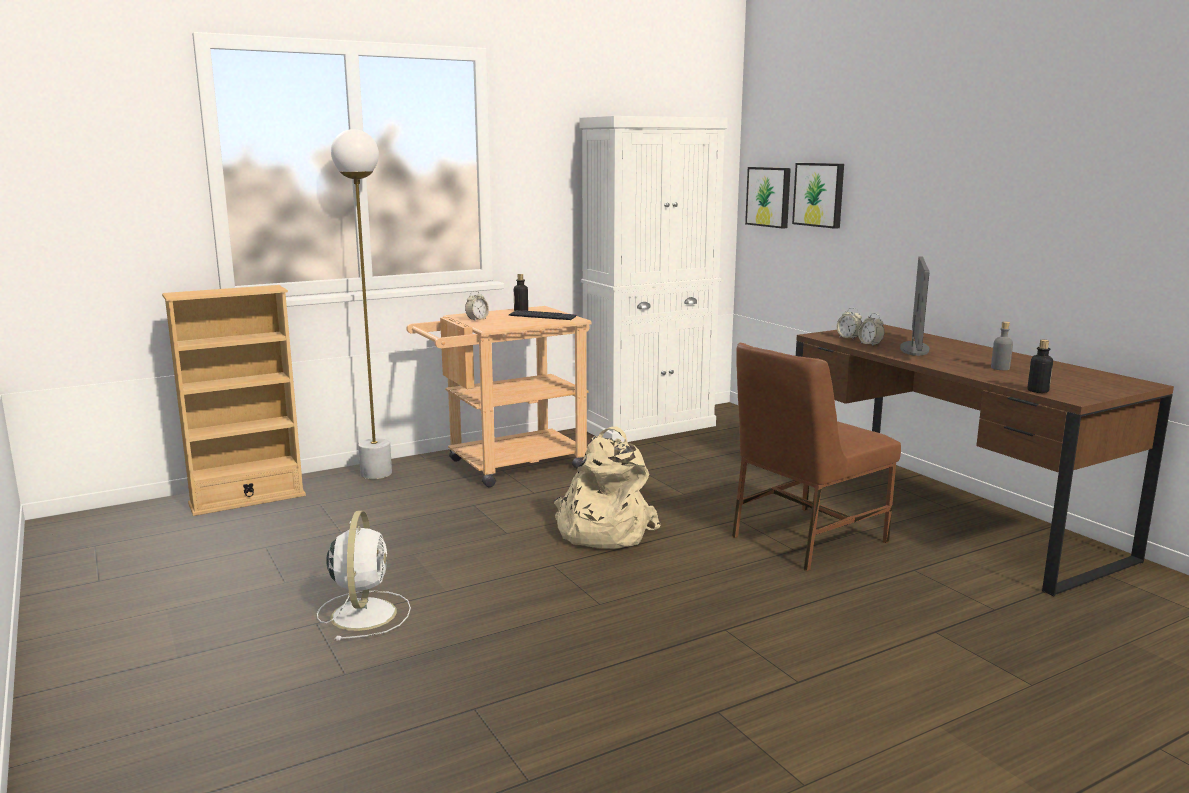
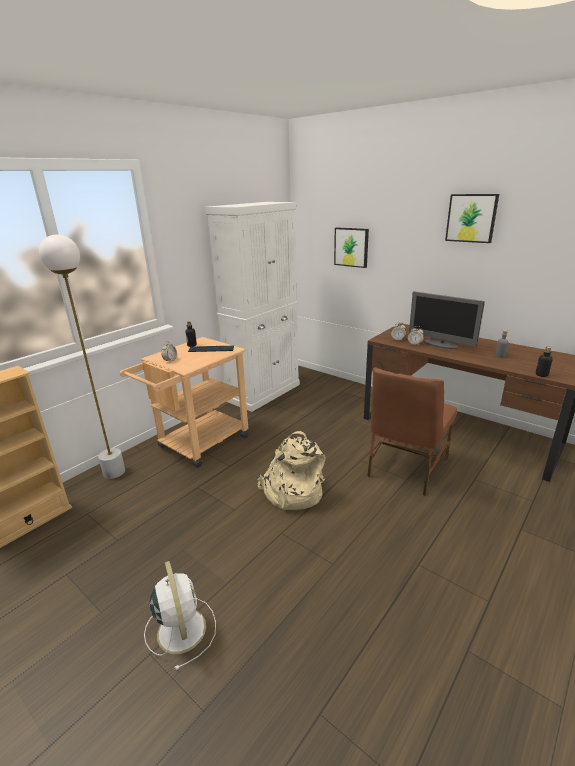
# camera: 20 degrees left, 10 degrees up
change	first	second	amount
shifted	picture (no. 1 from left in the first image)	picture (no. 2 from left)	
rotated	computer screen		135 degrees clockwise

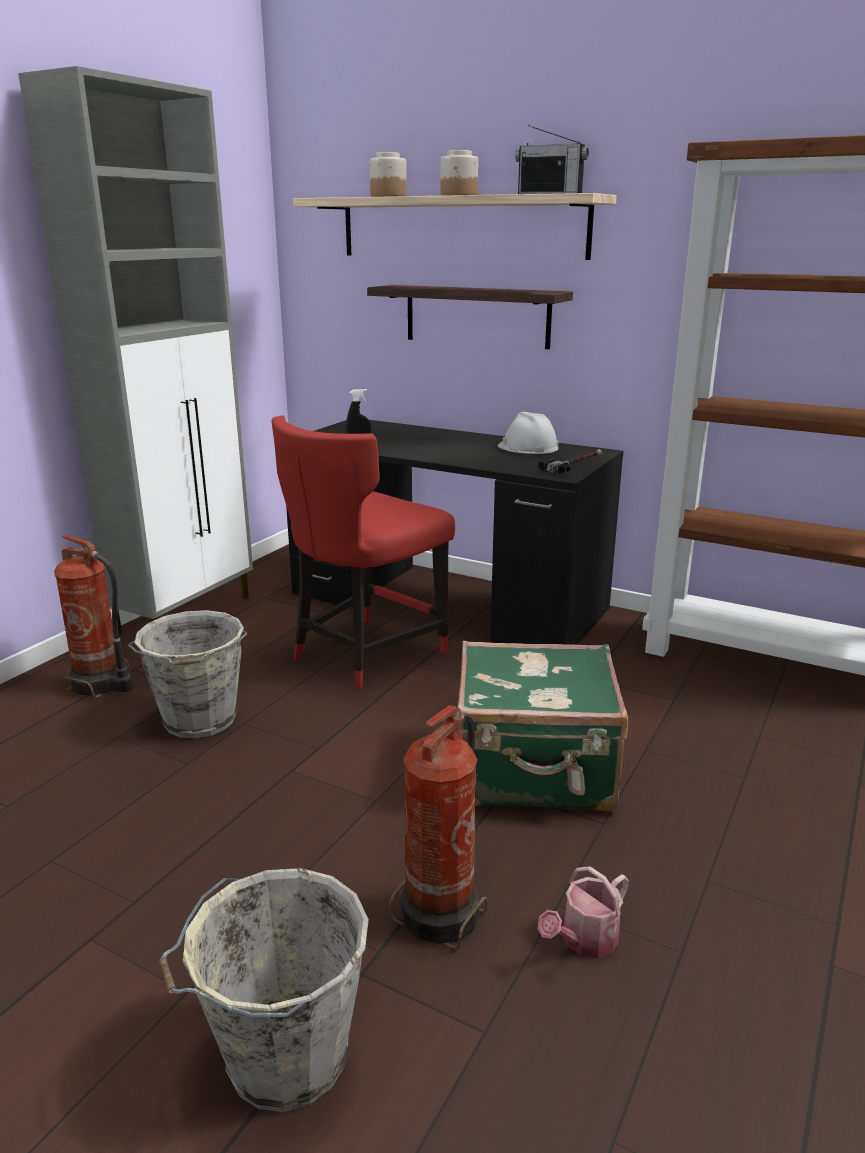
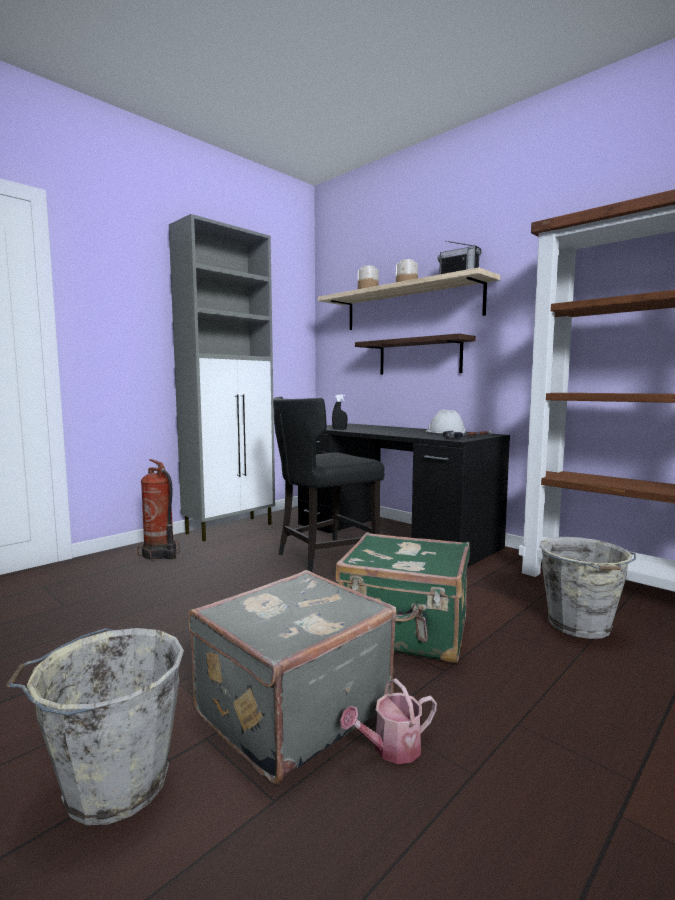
# camera: 15 degrees right, 15 degrees down
change	first	second	amount
shifted	pail/greyish (no. 1 from left in the first image)	pail/greyish (no. 2 from left)	
repainted	chair/reddish	chair/black-coloured	
swapped	fire-fighting cylinder (no. 2 from left)	travel case/greyish	

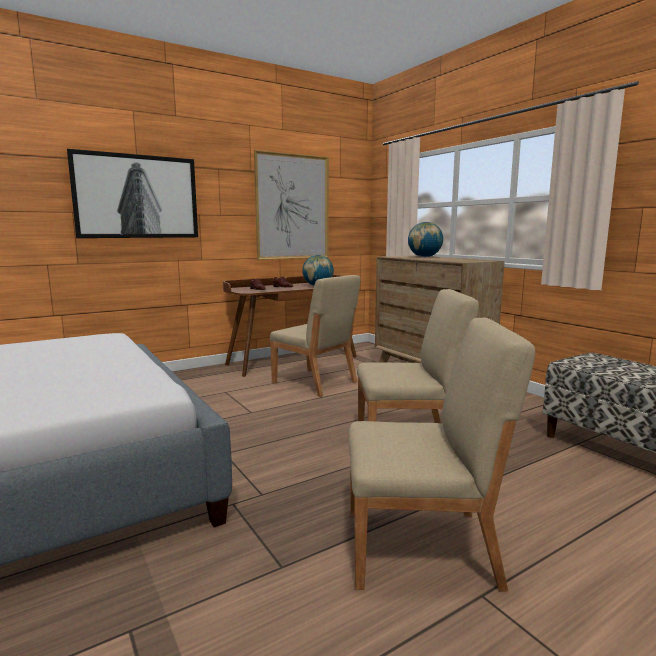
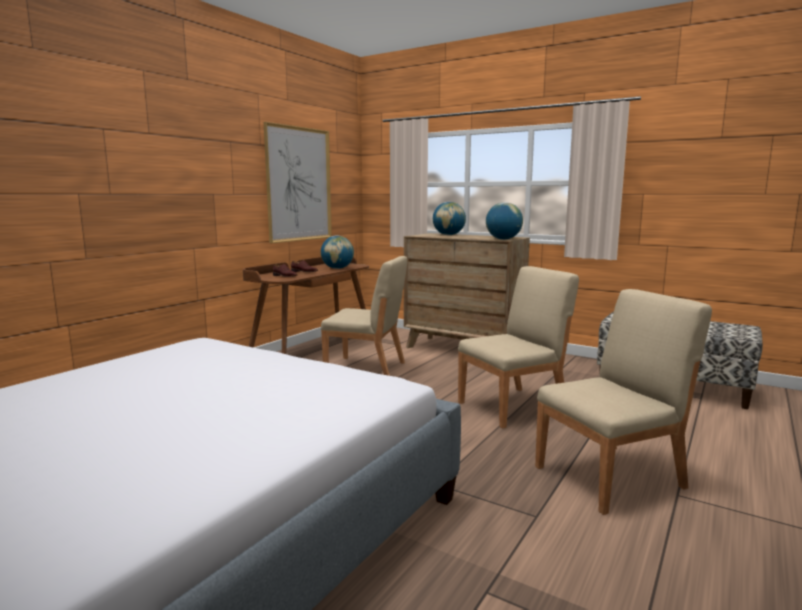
# camera: 25 degrees left, 0 degrees up
change	first	second	amount
gone	picture (no. 1 from left)		
new		world globe (no. 3 from left)	

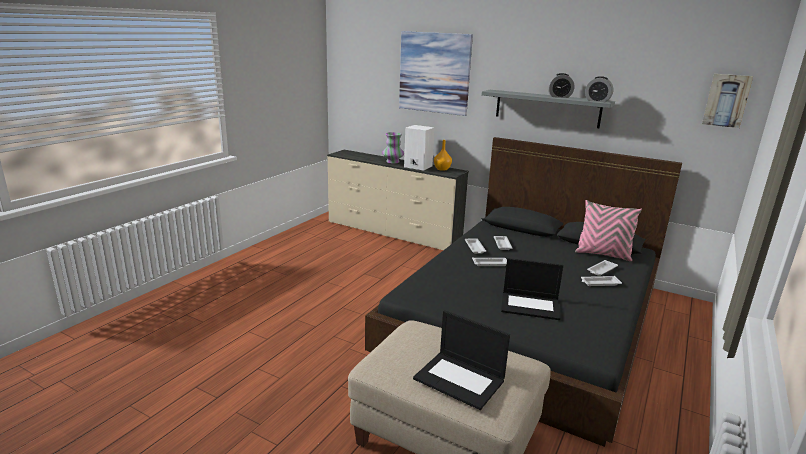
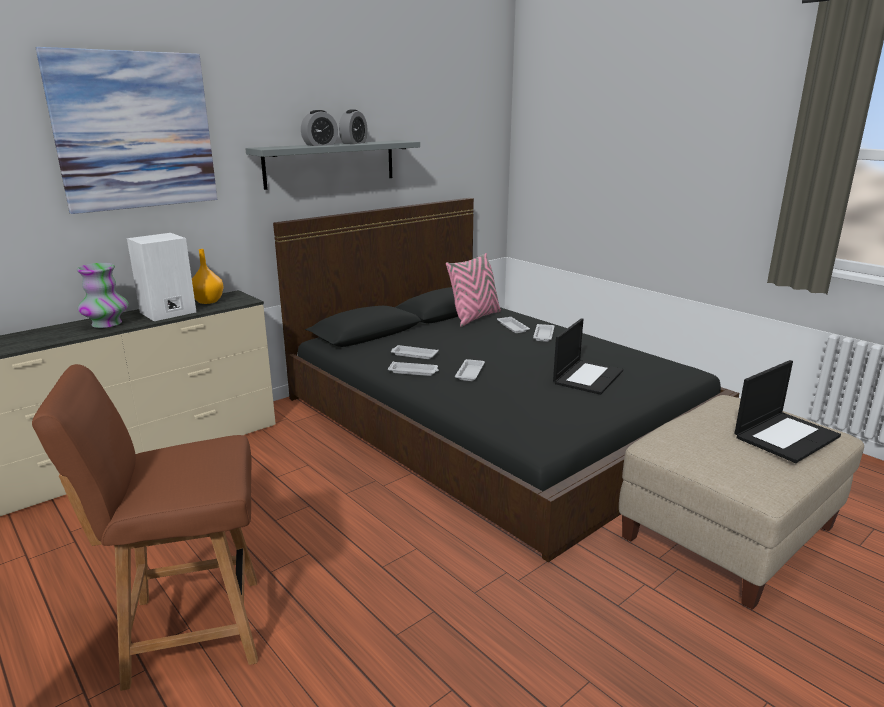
# camera: 70 degrees left, 0 degrees up
change	first	second	amount
shifted	alarm clock (no. 2 from left in the first image)	alarm clock (no. 1 from left)	
gone	picture (no. 2 from left)		
new		chair/brown-coloured	

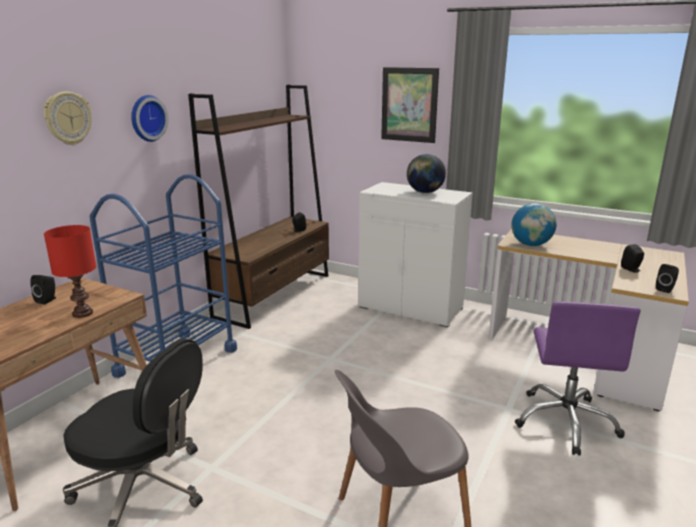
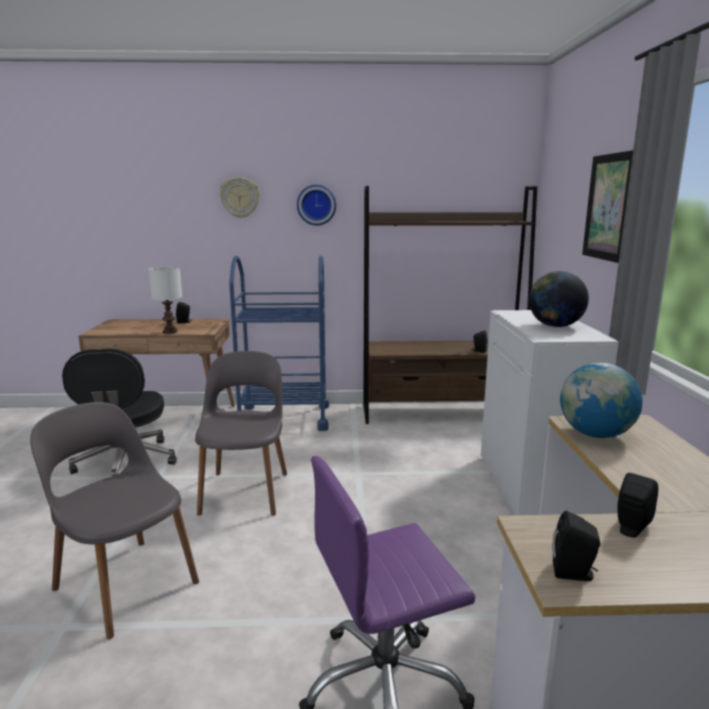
# camera: 60 degrees right, 5 degrees down
change	first	second	amount
repainted	table lamp/reddish	table lamp/white-coloured	
new		chair/greyish (no. 2 from left)	

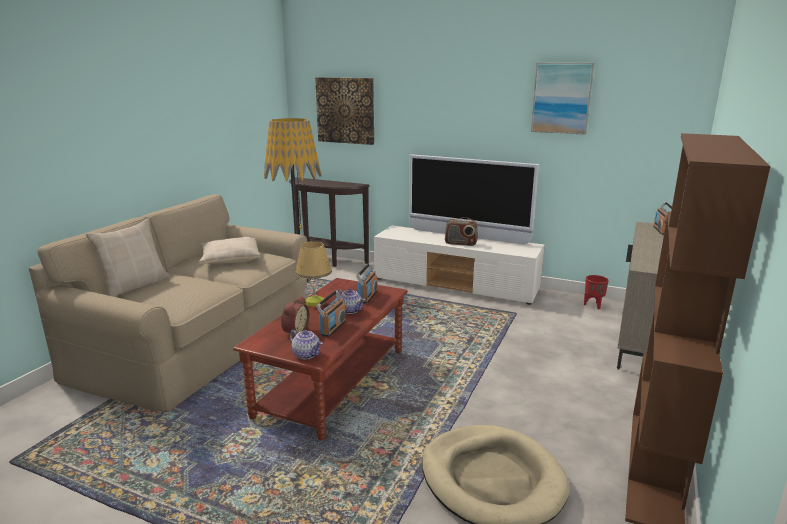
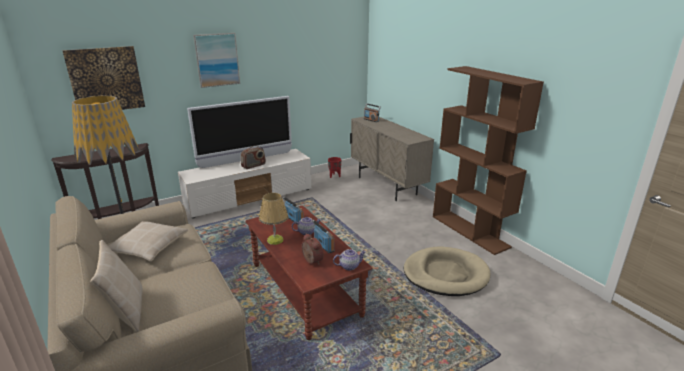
# camera: 55 degrees left, 5 degrees up
change	first	second	amount
shifted	picture (no. 2 from left)		

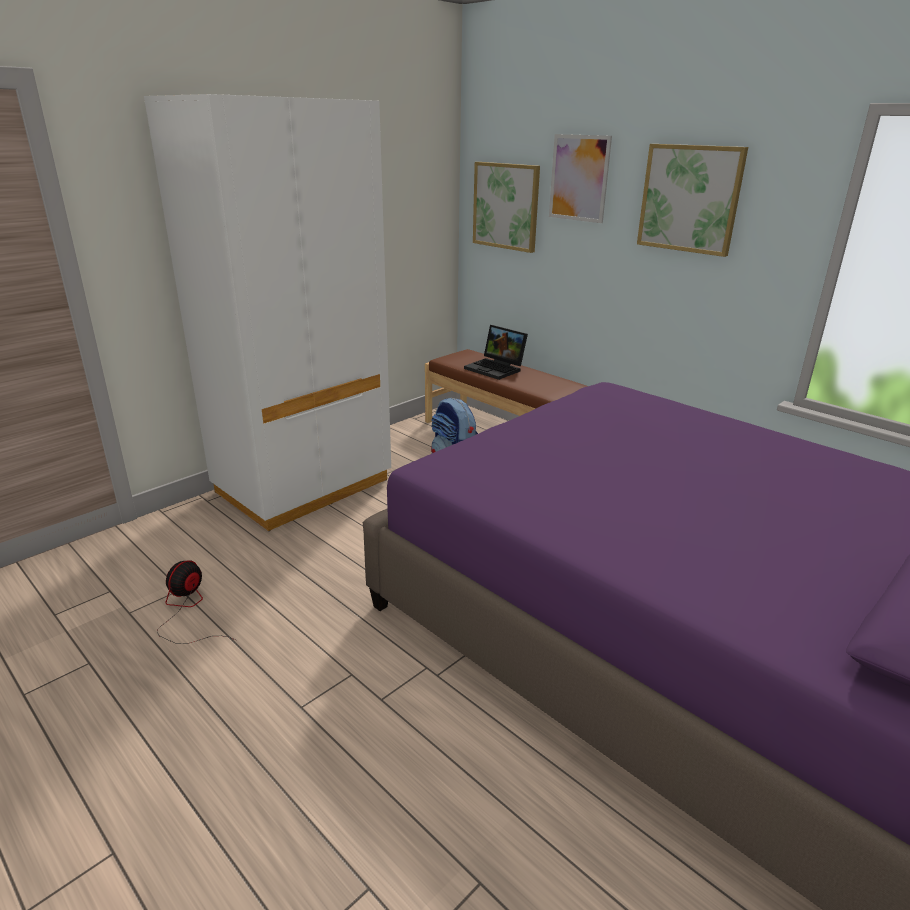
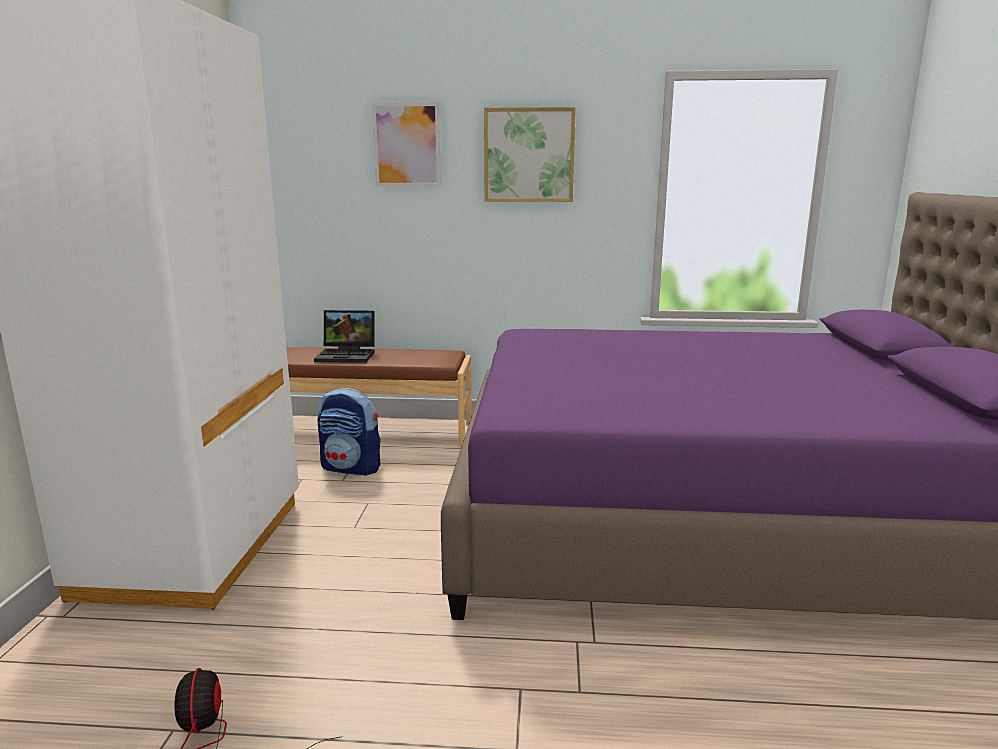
# camera: 40 degrees left, 10 degrees down
change	first	second	amount
gone	picture (no. 1 from left)		

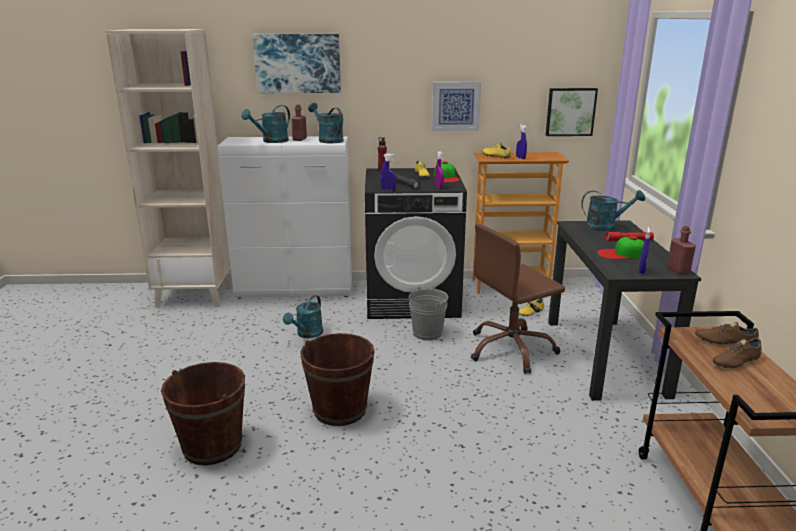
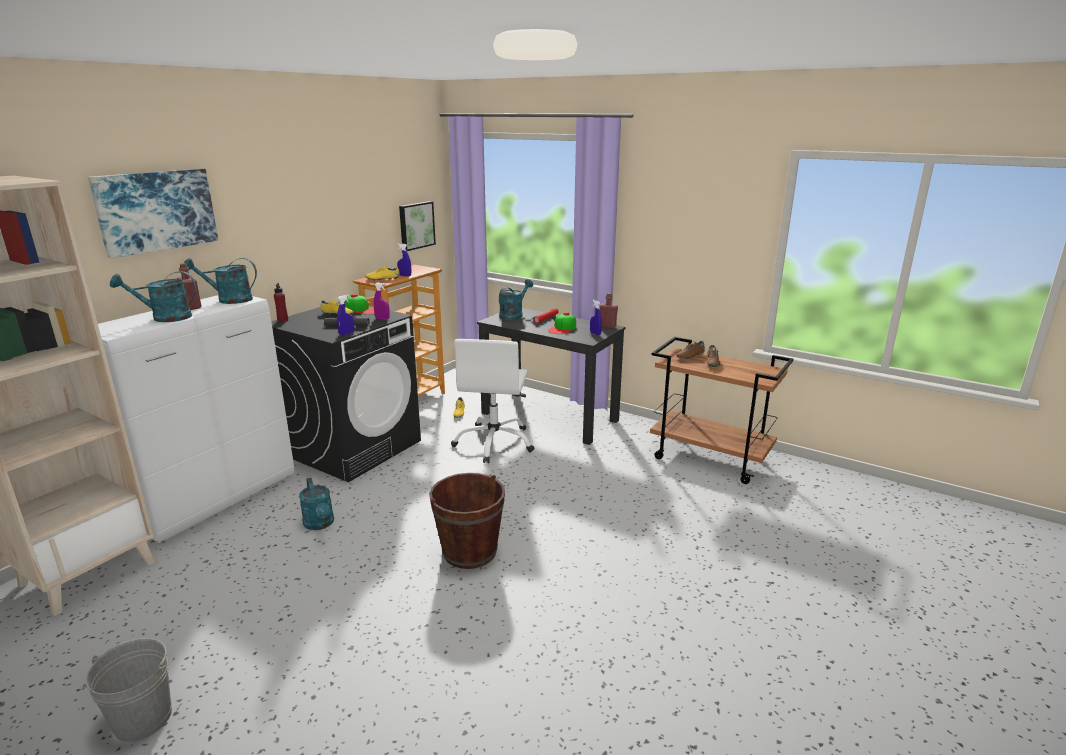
# camera: 55 degrees left, 0 degrees up
change	first	second	amount
gone	pail/brown-coloured (no. 1 from left)		
rotated	sprinkling can/turquoise-coloured (no. 1 from left)		90 degrees clockwise
shifted	pail/greyish		
gone	picture (no. 2 from left)		
repainted	computer chair/brown-coloured	computer chair/white-coloured	

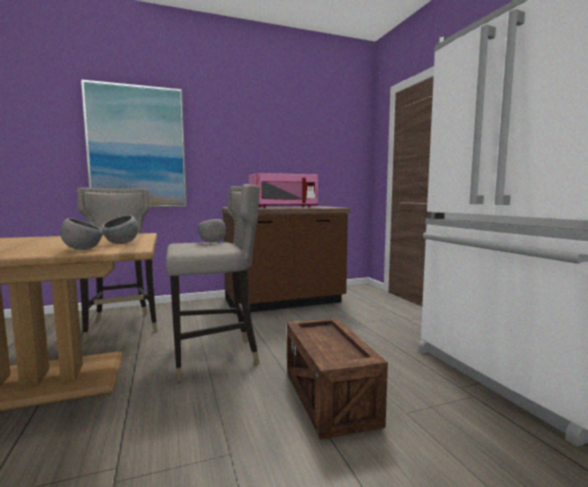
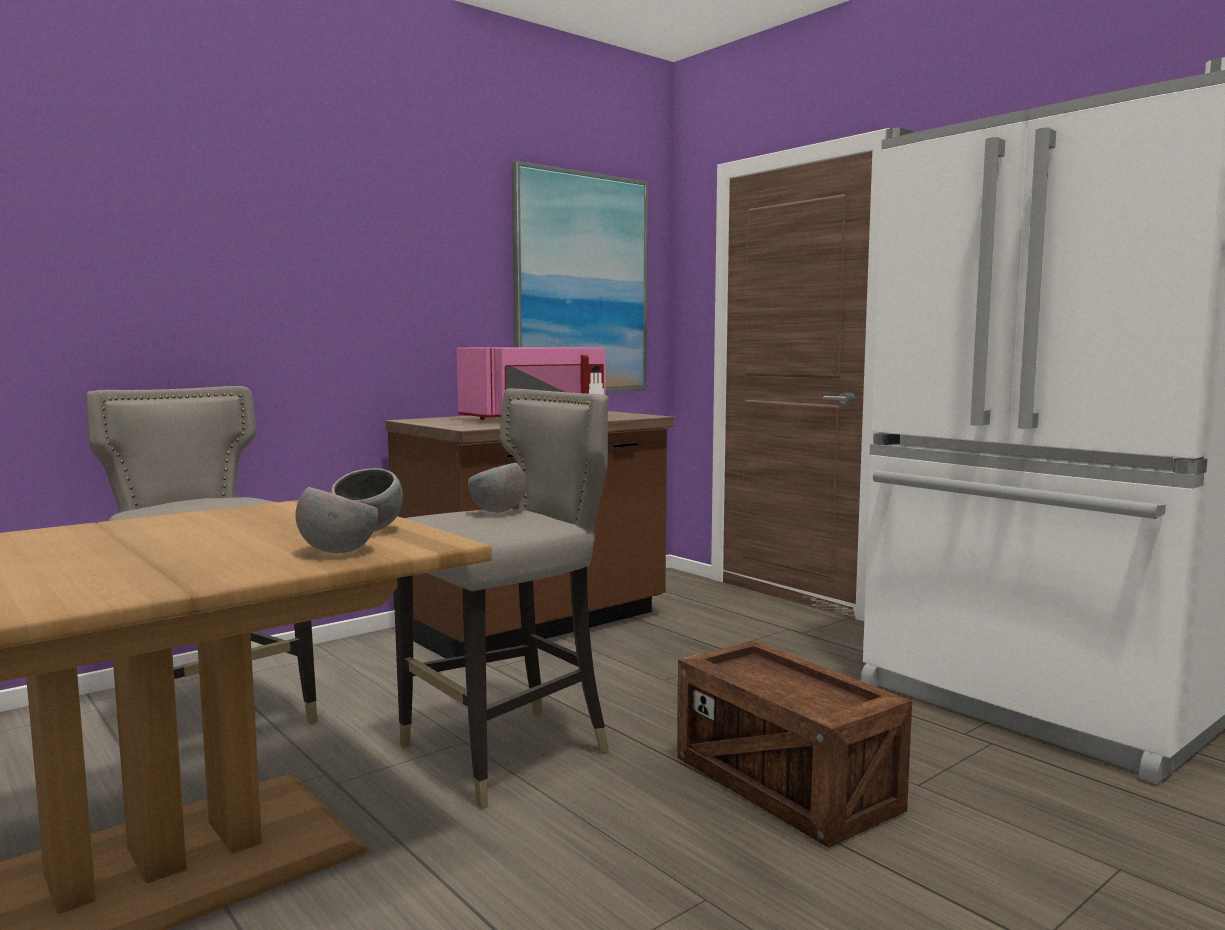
# camera: 20 degrees left, 0 degrees up
change	first	second	amount
shifted	picture		

